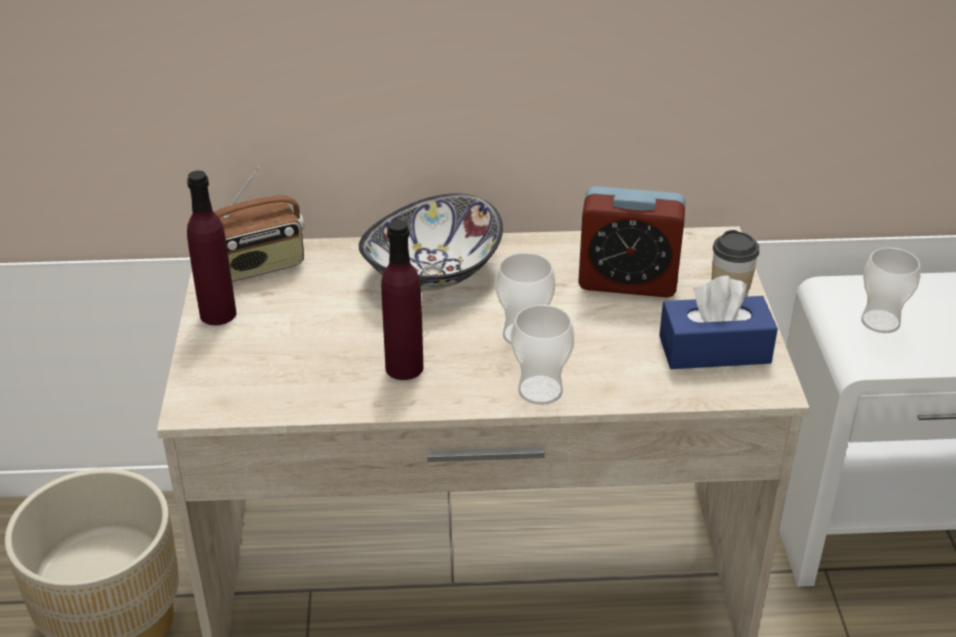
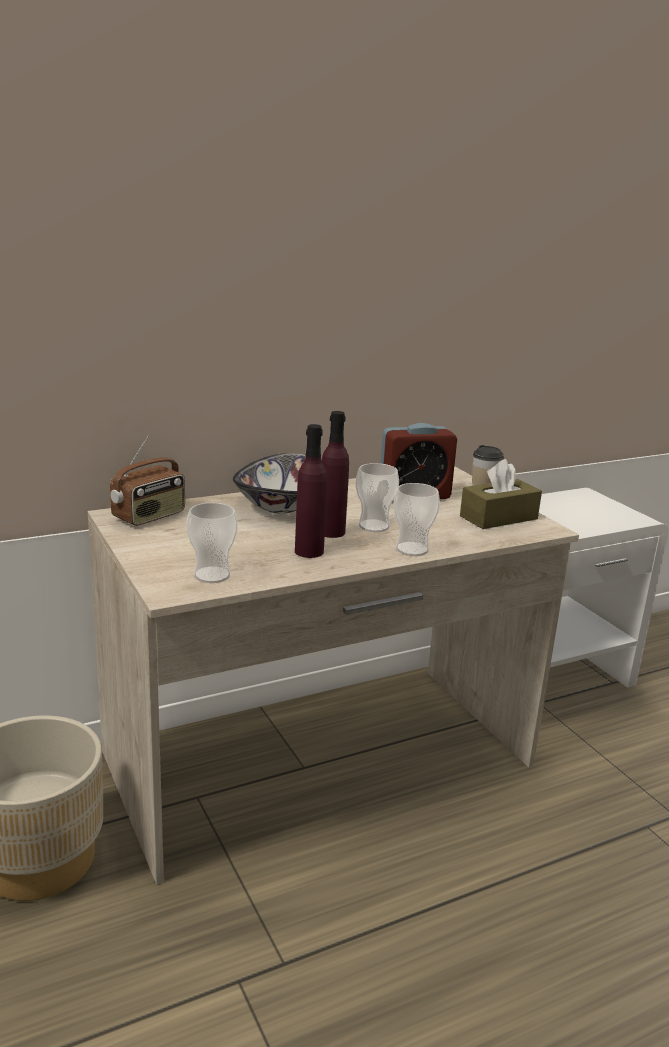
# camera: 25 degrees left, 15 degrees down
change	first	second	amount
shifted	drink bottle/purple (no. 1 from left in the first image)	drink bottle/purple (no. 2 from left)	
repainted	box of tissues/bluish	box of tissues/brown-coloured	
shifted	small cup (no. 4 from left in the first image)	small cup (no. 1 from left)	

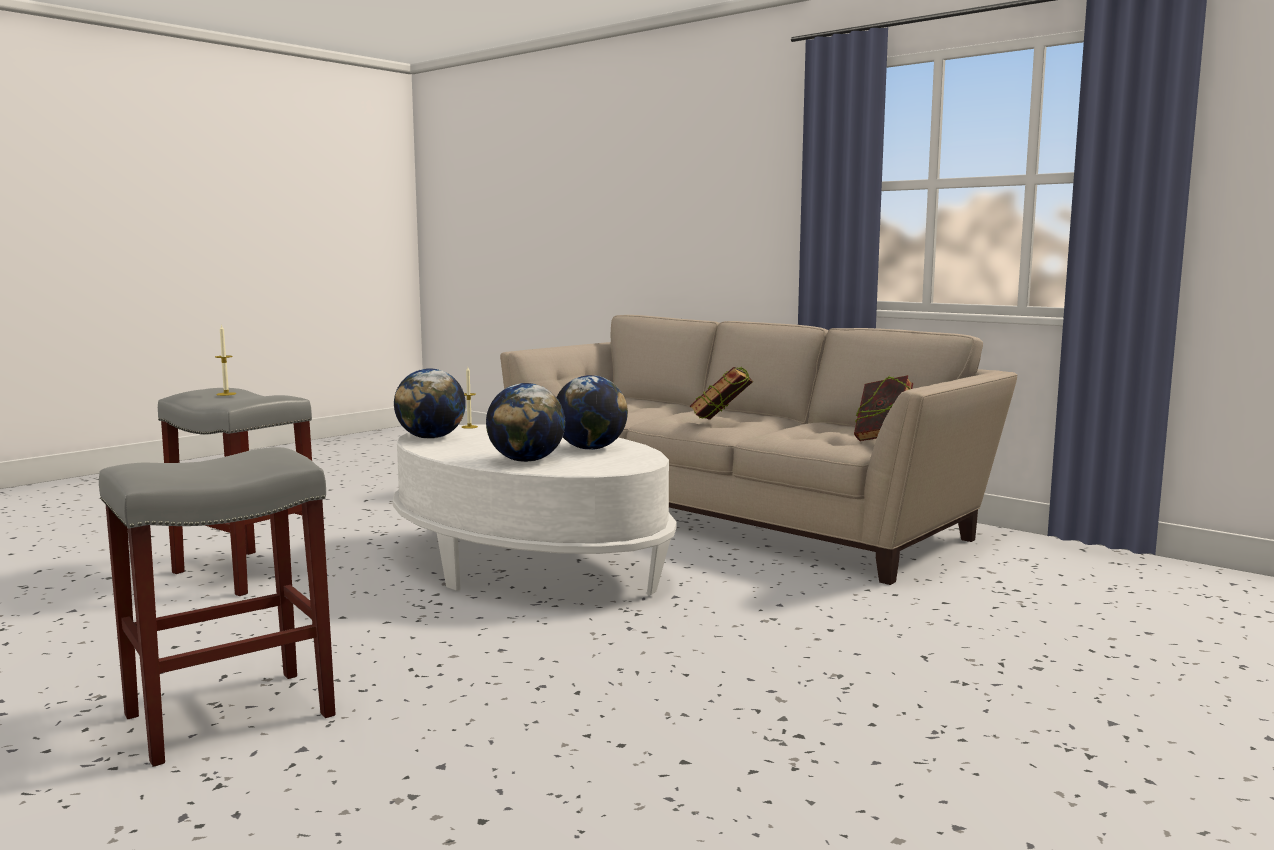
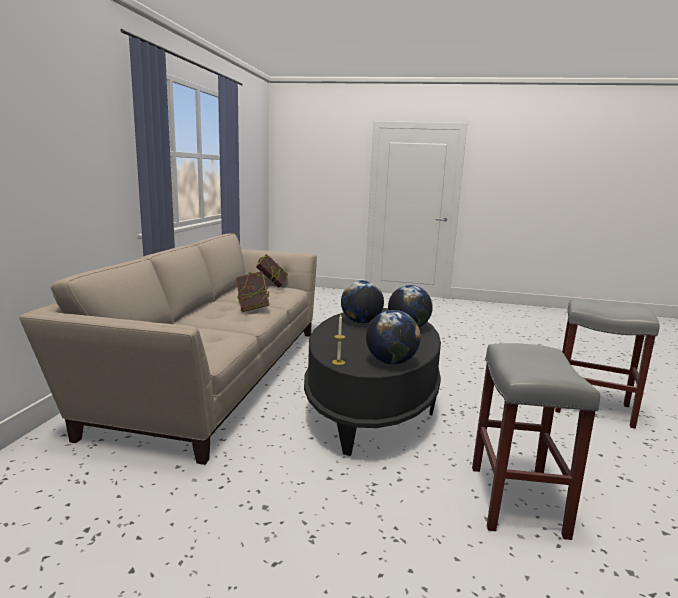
# camera: 120 degrees left, 5 degrees up
change	first	second	amount
gone	wax light (no. 1 from left)		
repainted	lounge table/white-coloured	lounge table/black-coloured	

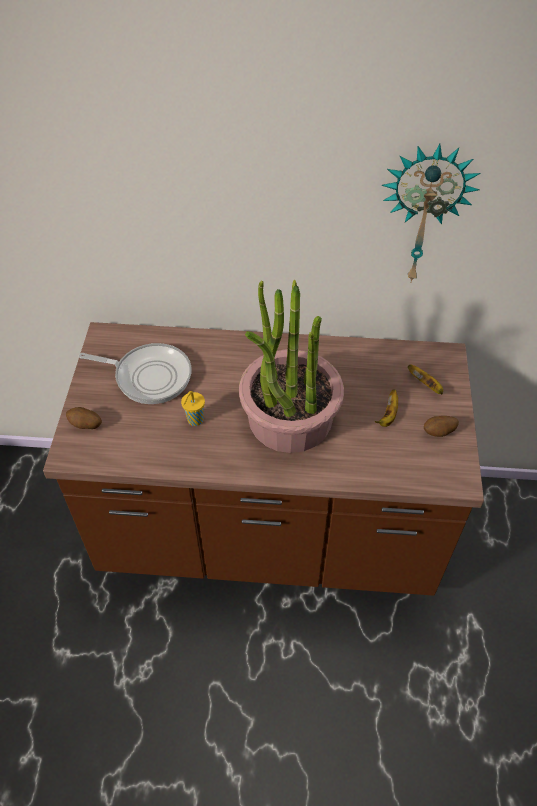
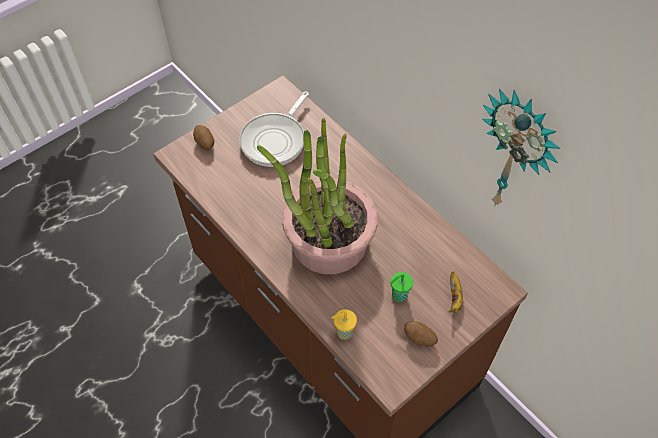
# camera: 45 degrees right, 5 degrees up
change	first	second	amount
rotated	skillet		60 degrees clockwise
shifted	small cup/yellow		
swapped	banana fruit (no. 1 from left)	small cup/greenish	

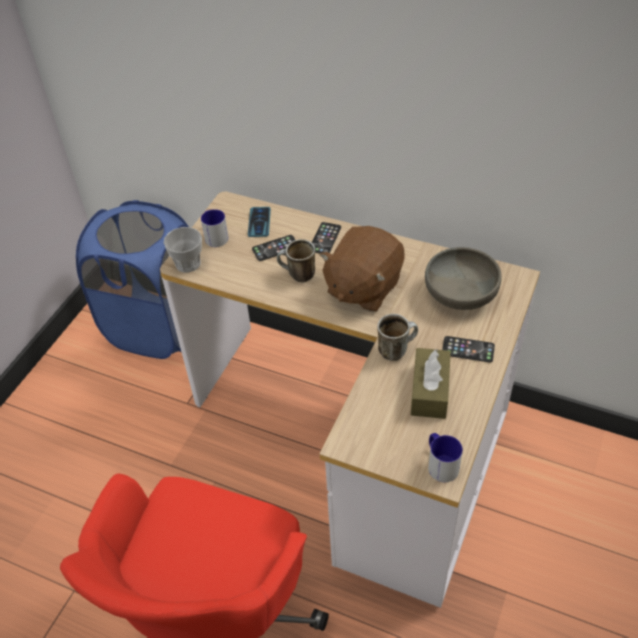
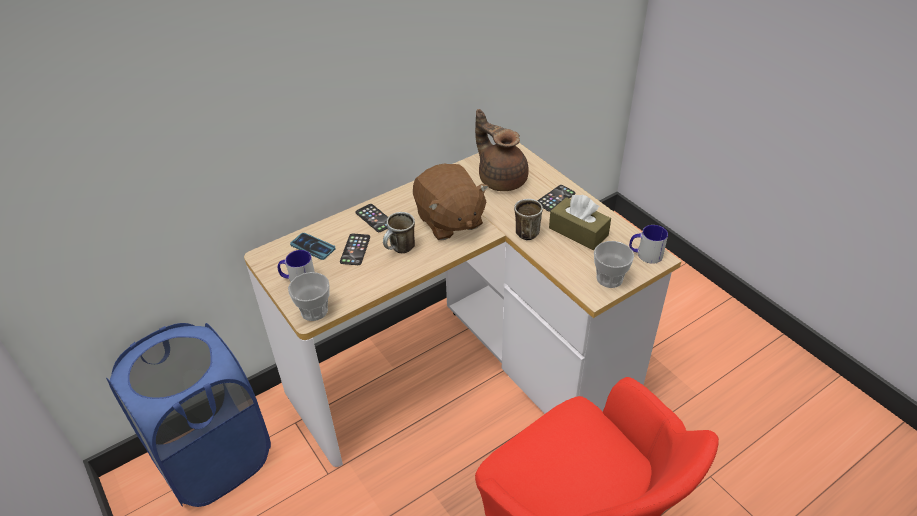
# camera: 60 degrees left, 5 degrees down
change	first	second	amount
swapped	serving bowl/greyish	teapot/brown-coloured	
new		small cup (no. 2 from left)	

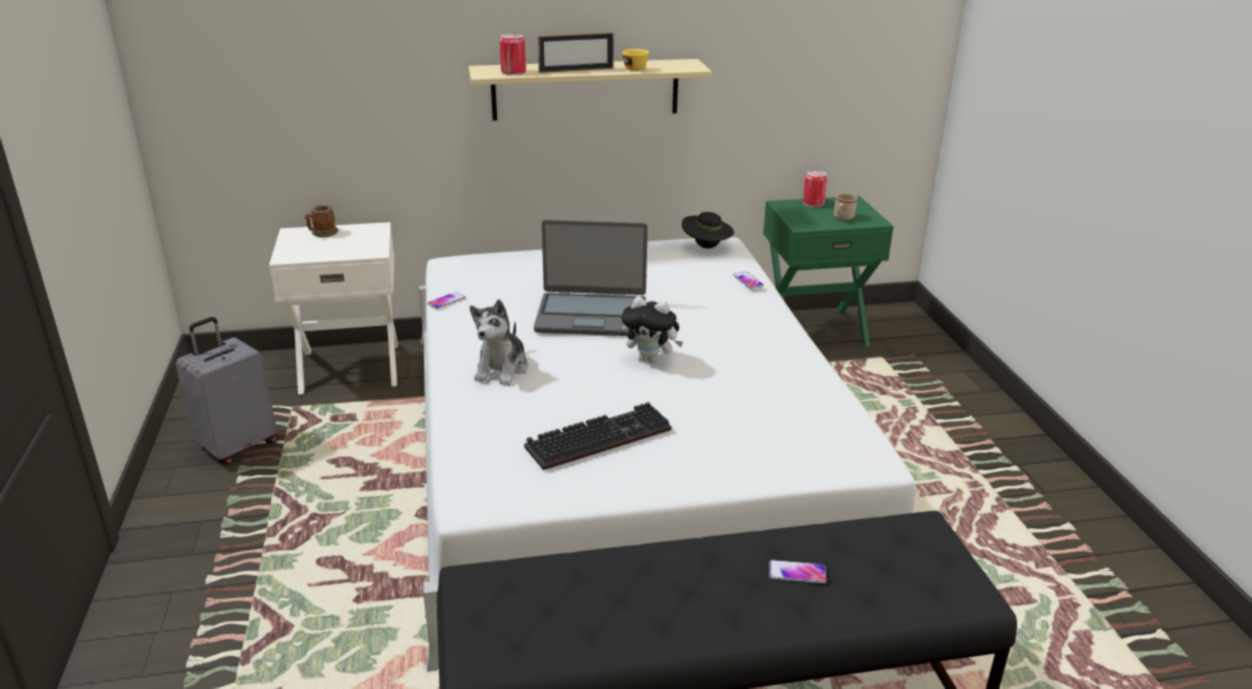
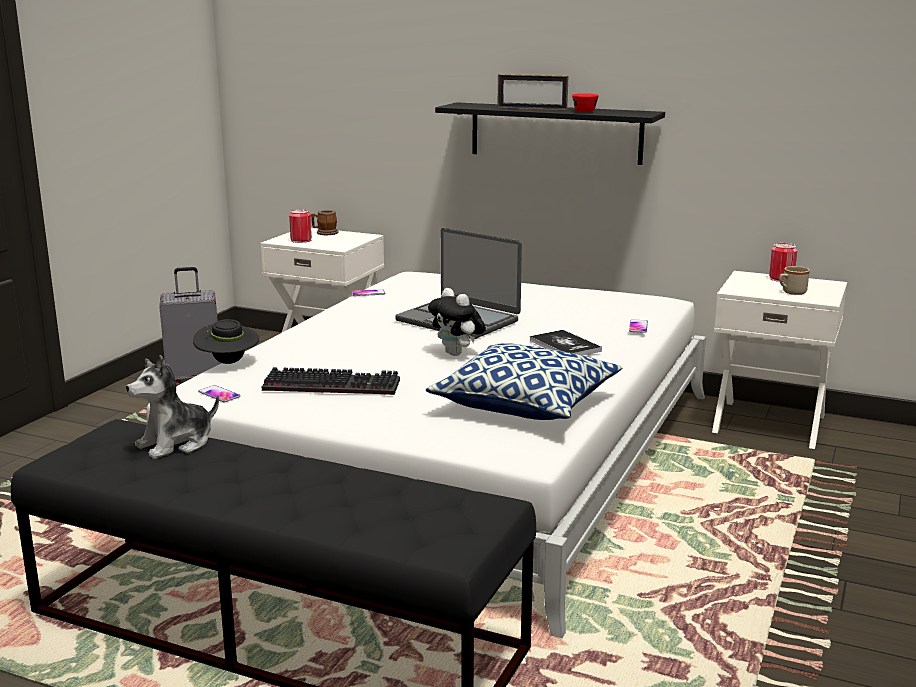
# camera: 35 degrees right, 10 degrees down
change	first	second	amount
repainted	wall shelf/beige-coloured	wall shelf/black-coloured	
shifted	plush toy (no. 1 from left)		
shifted	can (no. 1 from left)		
repainted	small cup/yellow	small cup/reddish	
shifted	hat/black-coloured		
repainted	nightstand/greenish	nightstand/white-coloured (no. 2 from left)	
shifted	telephone (no. 3 from left in the first image)	telephone (no. 1 from left)	
new		pillow	
new		book	

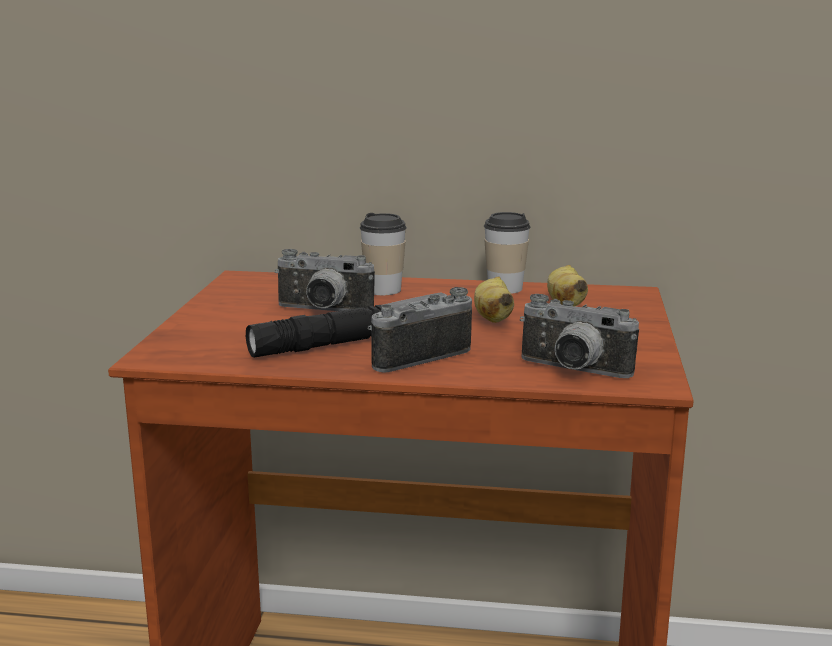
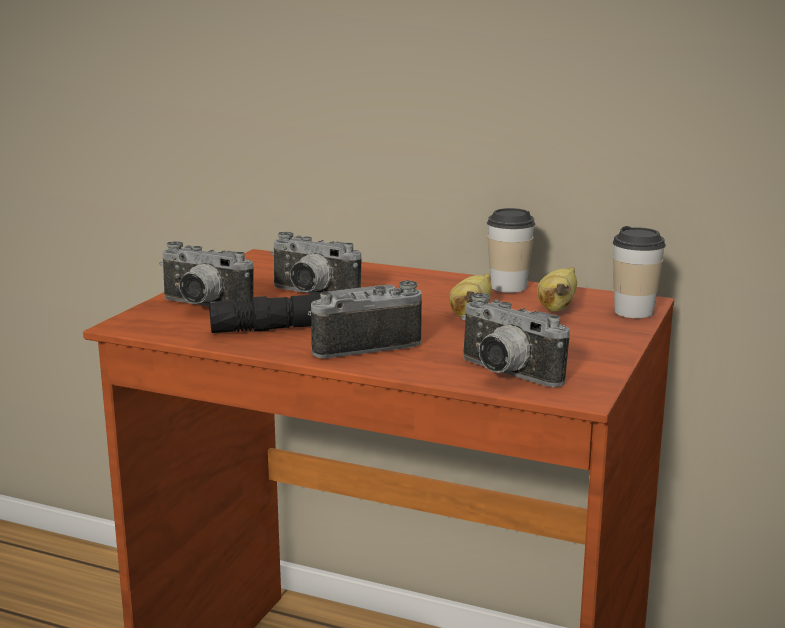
# camera: 15 degrees right, 0 degrees up
change	first	second	amount
shifted	small cup (no. 1 from left in the first image)	small cup (no. 2 from left)	
new		photo camera (no. 1 from left)	

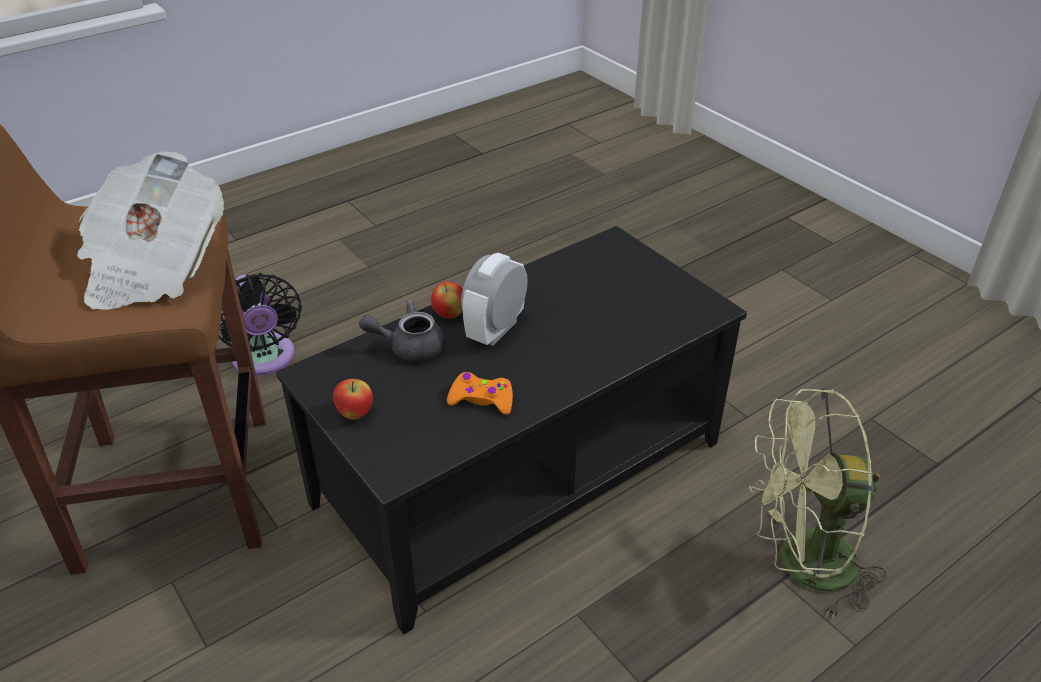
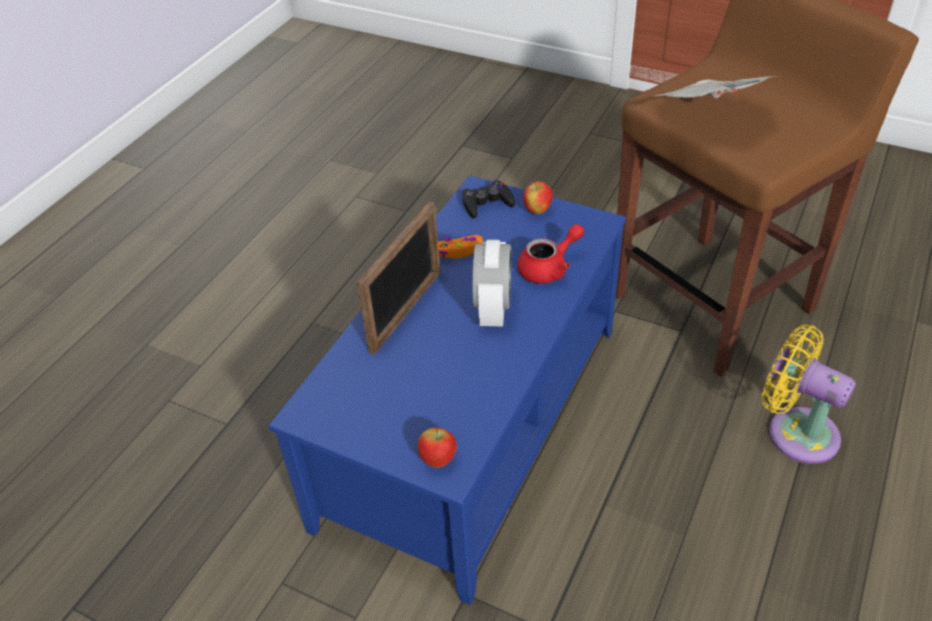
# camera: 155 degrees right, 5 degrees up
change	first	second	amount
repainted	cooling fan/black-coloured	cooling fan/yellow	
repainted	lounge table/black-coloured	lounge table/bluish	
repainted	teapot/greyish	teapot/reddish	
shifted	whole apple (no. 2 from left in the first image)	whole apple (no. 1 from left)	
gone	cooling fan/greenish		
new		picture frame	
new		gamepad/black-coloured	

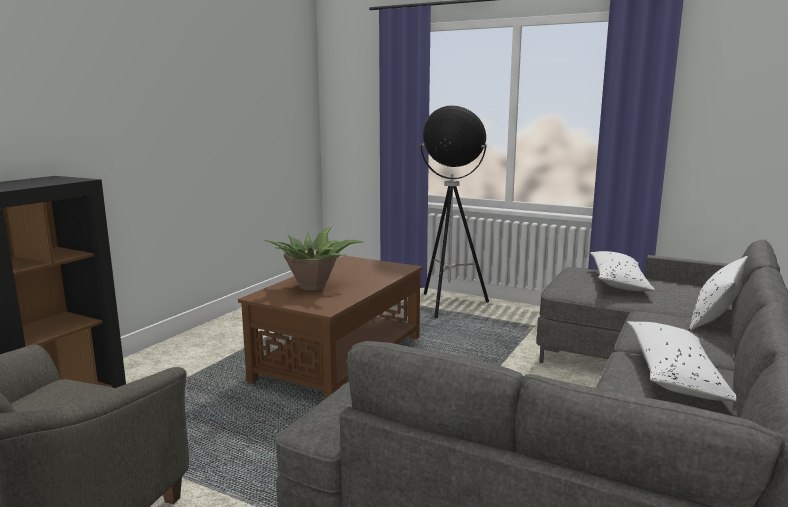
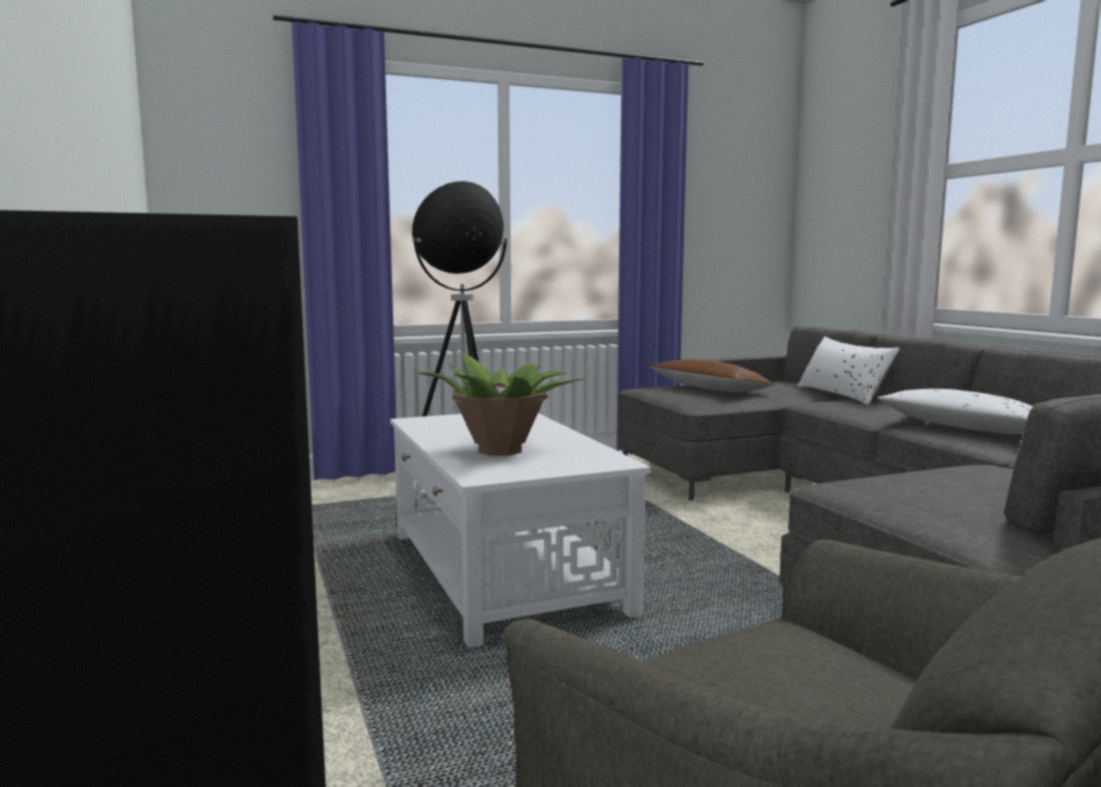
# camera: 50 degrees left, 5 degrees down
change	first	second	amount
repainted	lounge table/brown-coloured	lounge table/white-coloured	
repainted	pillow/white-coloured (no. 1 from left)	pillow/brown-coloured	

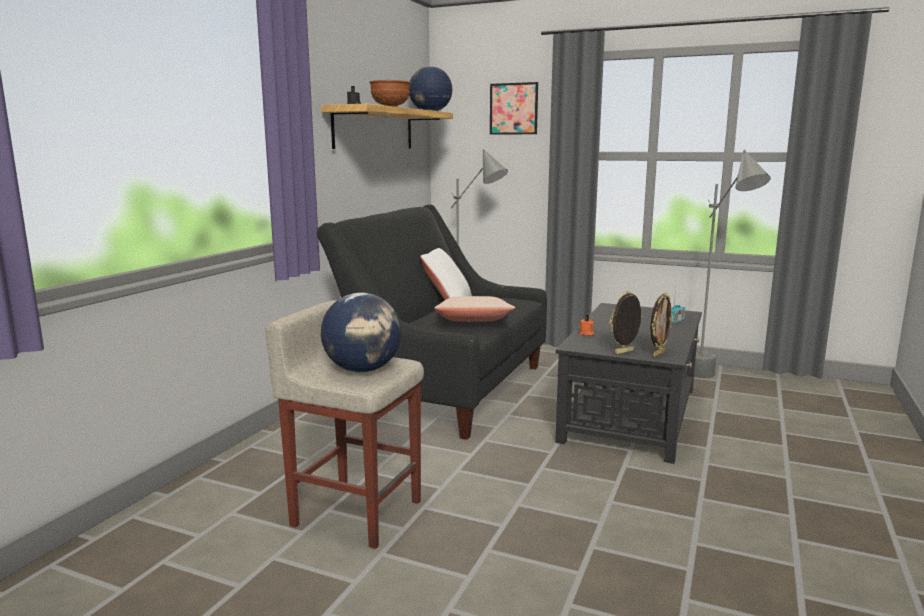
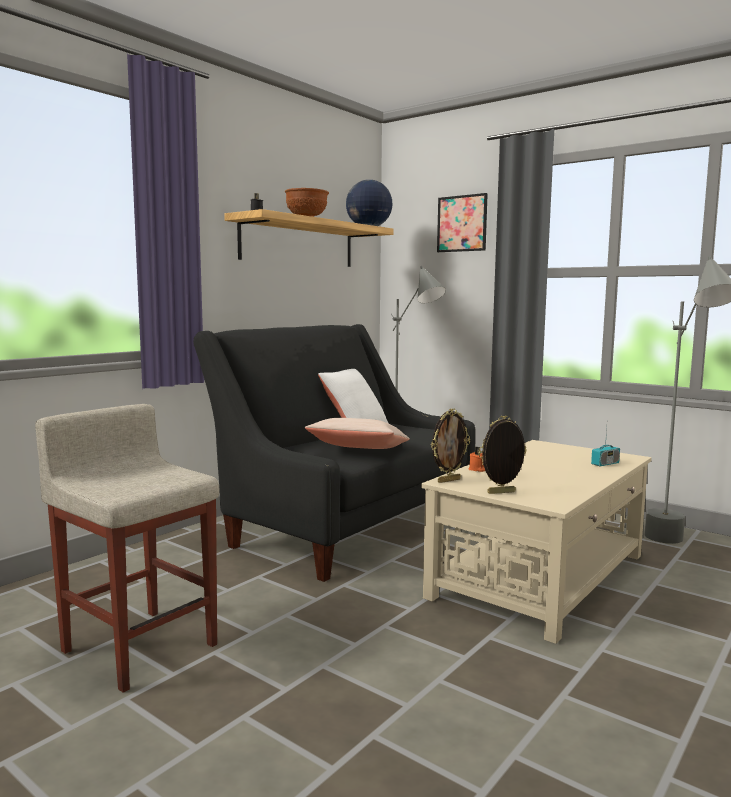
# camera: 15 degrees right, 5 degrees down
change	first	second	amount
gone	world globe (no. 1 from left)		
repainted	lounge table/black-coloured	lounge table/beige-coloured	
shifted	picture frame (no. 2 from left in the first image)	picture frame (no. 1 from left)	

